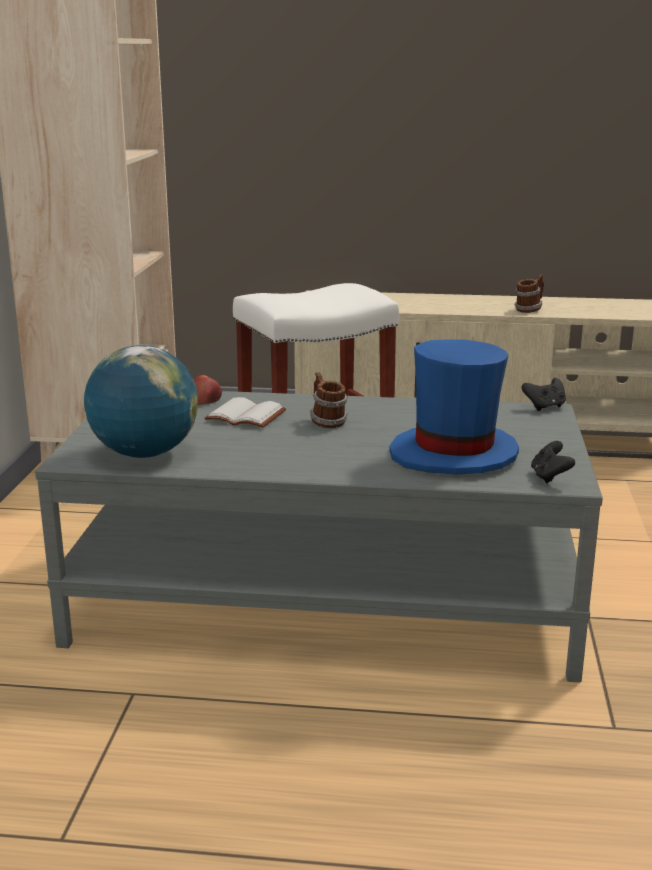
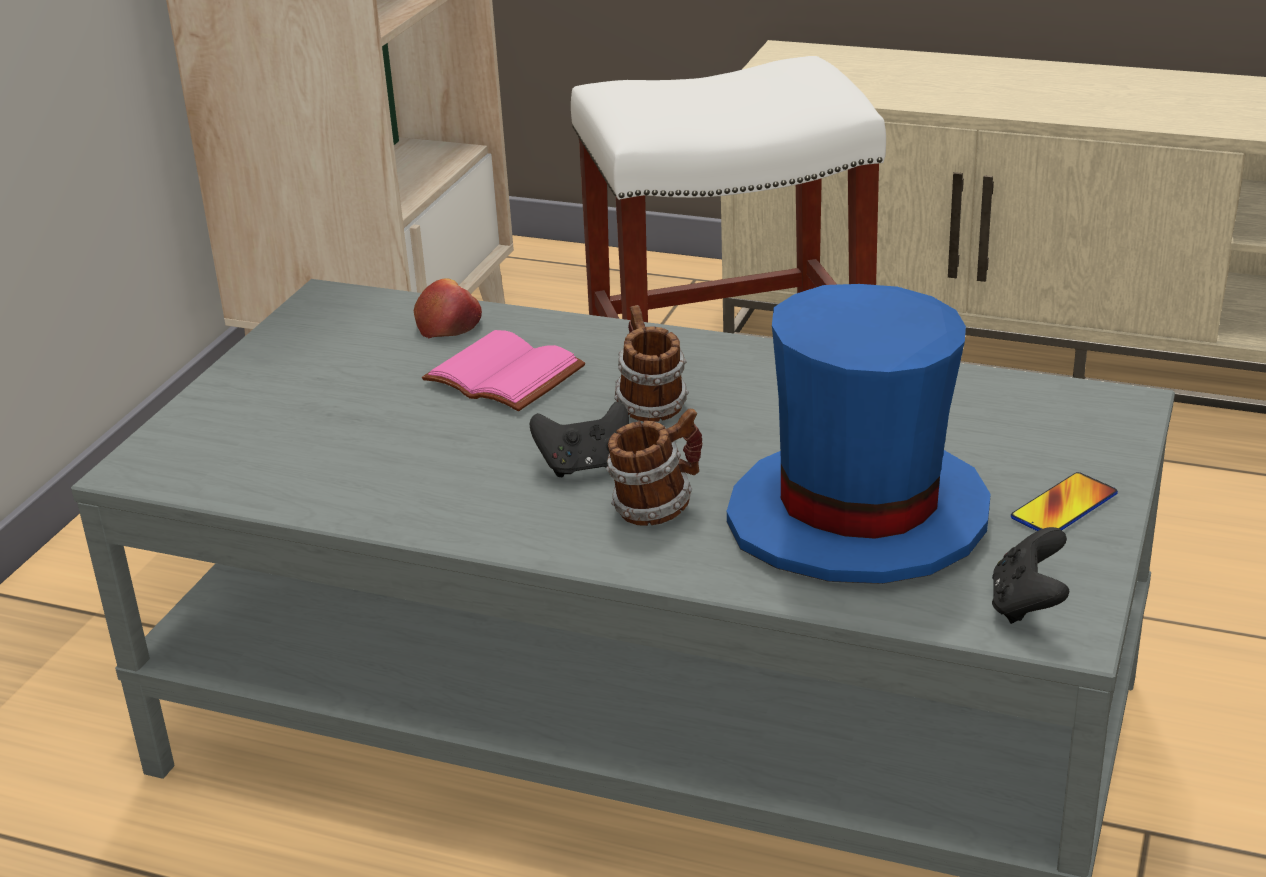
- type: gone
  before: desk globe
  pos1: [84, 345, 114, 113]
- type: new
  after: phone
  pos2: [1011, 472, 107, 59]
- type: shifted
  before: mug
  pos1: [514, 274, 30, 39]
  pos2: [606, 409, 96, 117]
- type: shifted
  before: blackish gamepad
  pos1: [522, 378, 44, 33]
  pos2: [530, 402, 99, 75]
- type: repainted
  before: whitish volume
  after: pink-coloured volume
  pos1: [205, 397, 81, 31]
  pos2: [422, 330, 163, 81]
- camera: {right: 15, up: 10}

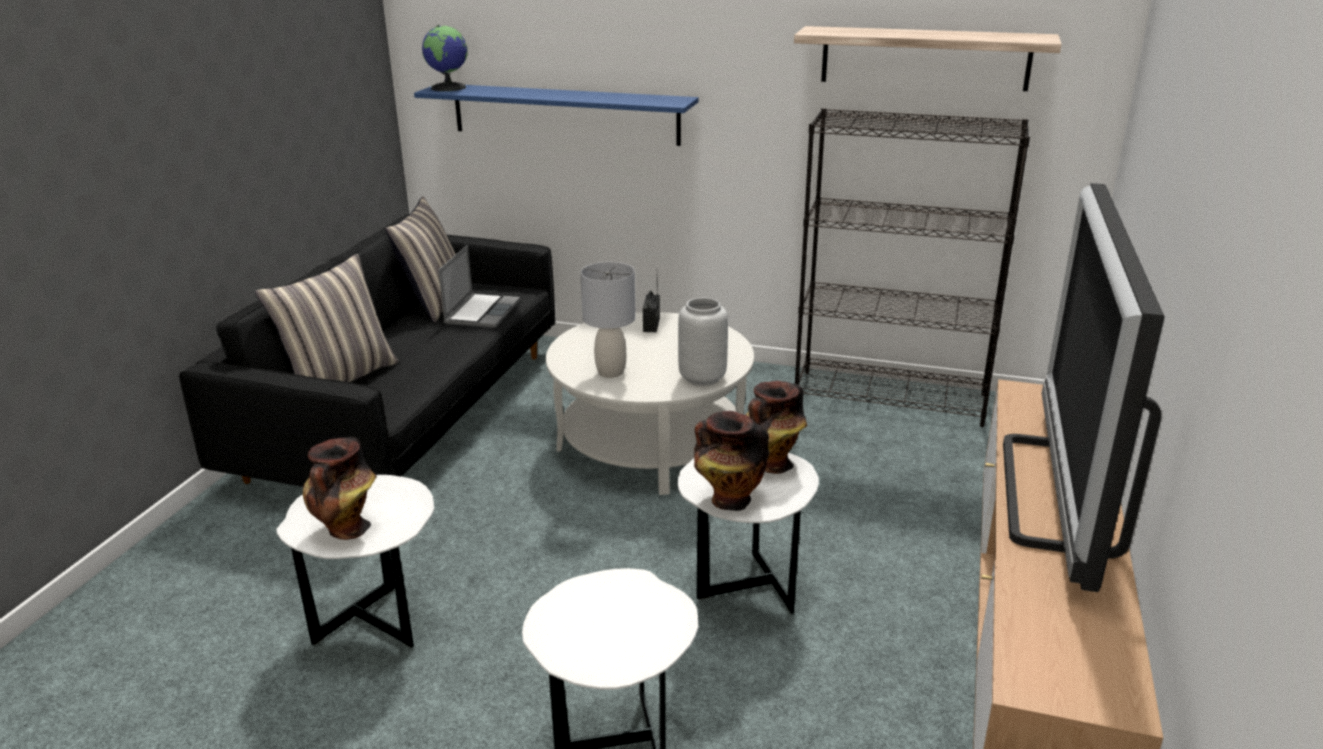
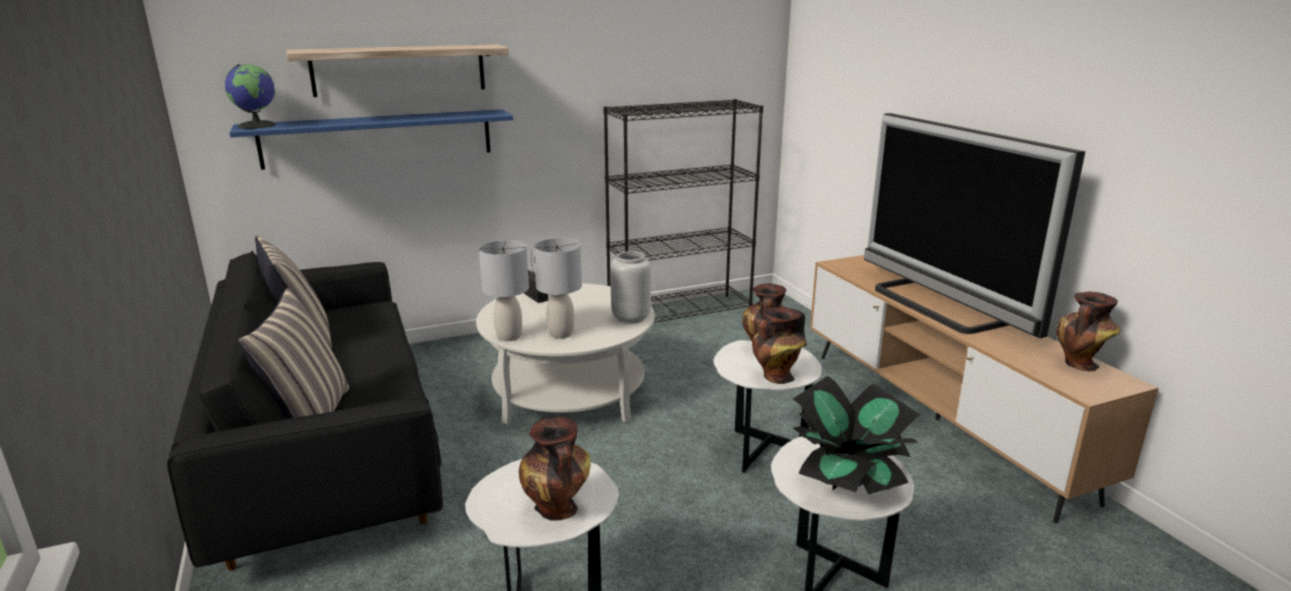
- type: gone
  before: laptop
  pos1: [438, 245, 82, 83]
- type: new
  after: grey table lamp
  pos2: [479, 240, 50, 101]
- type: new
  after: houseplant
  pos2: [793, 376, 127, 119]
- type: new
  after: flower vase
  pos2: [1057, 291, 64, 80]
- type: shifted
  before: wall shelf
  pos1: [794, 26, 268, 65]
  pos2: [286, 44, 223, 53]
- camera: {right: -40, up: -5}

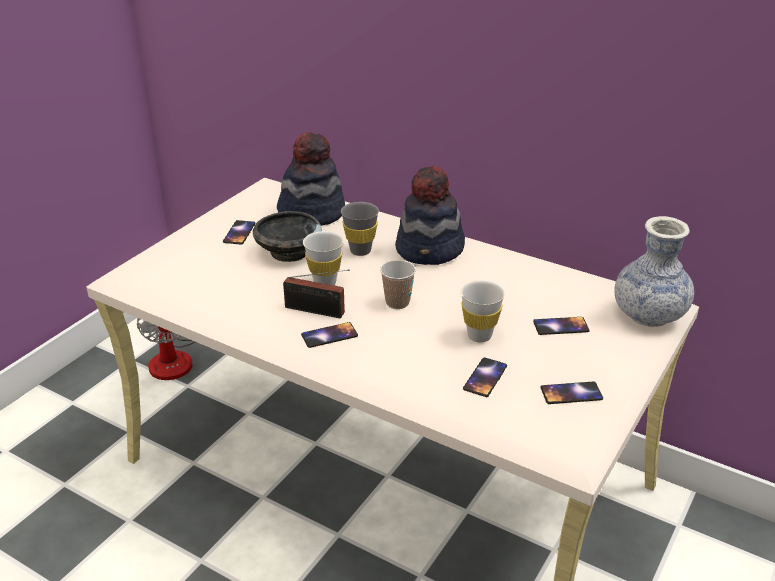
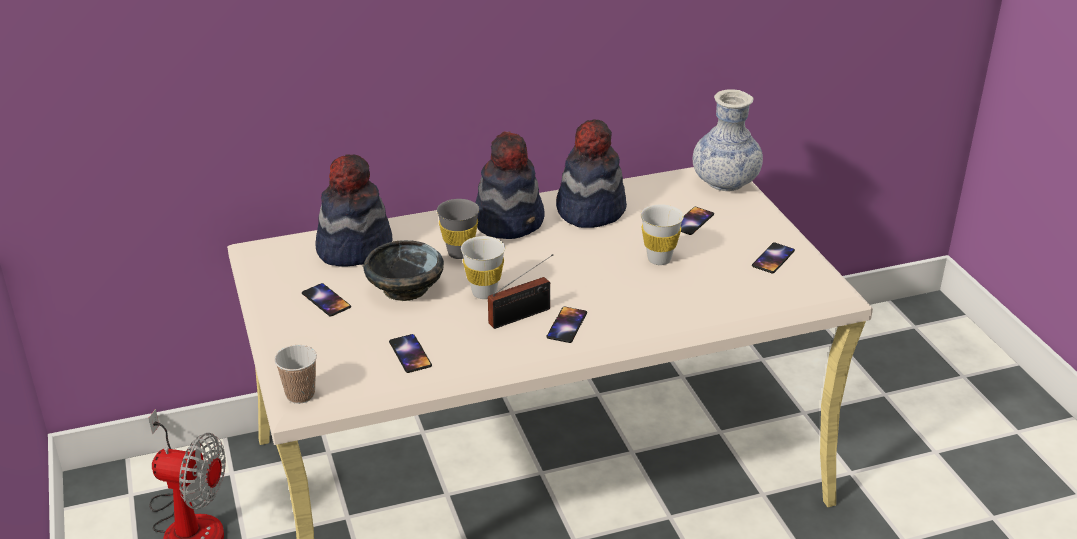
- type: new
  after: wearable hat
  pos2: [556, 120, 71, 108]
- type: shifted
  before: small cup
  pos1: [380, 260, 36, 49]
  pos2: [274, 345, 43, 59]
- type: shifted
  before: phone
  pos1: [463, 357, 44, 40]
  pos2: [389, 334, 43, 39]
- camera: {right: -50, up: 0}

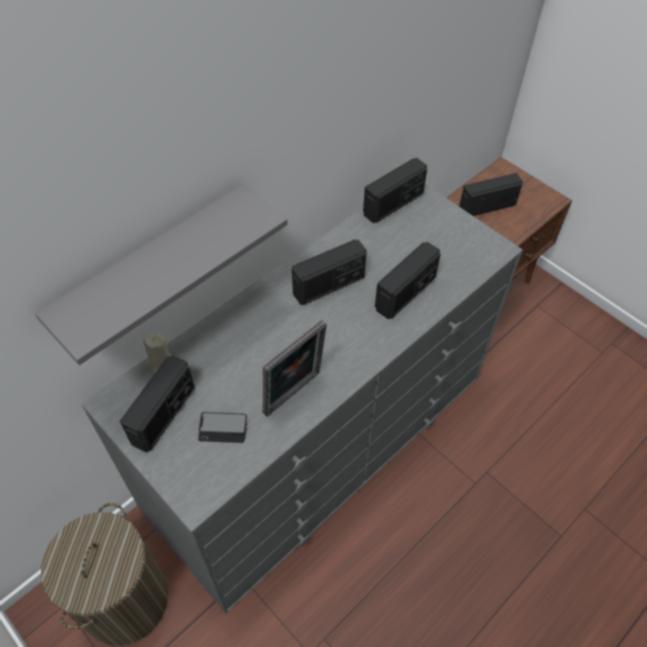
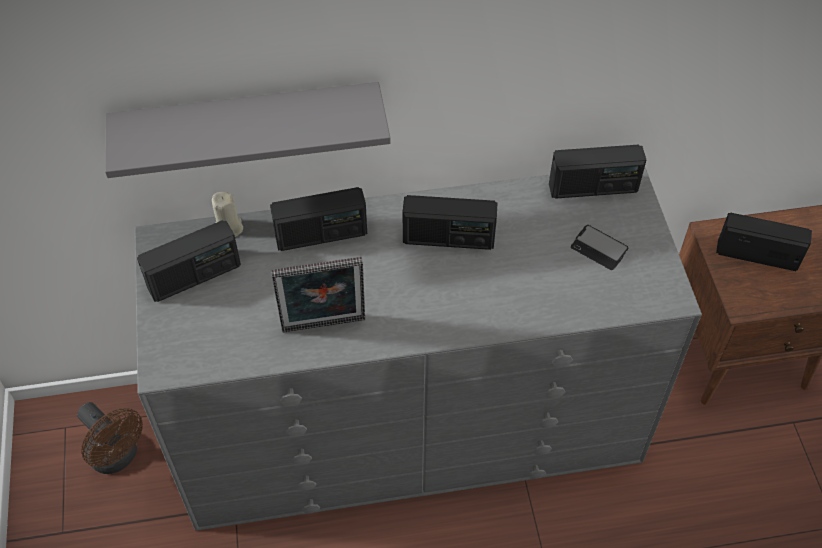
- type: shifted
  before: phone
  pos1: [198, 412, 49, 31]
  pos2: [571, 225, 57, 45]
- type: shifted
  before: radio set
  pos1: [375, 242, 66, 77]
  pos2: [270, 187, 97, 64]
- type: swapped
  before: laundry basket
  after: brown-coloured cooling fan
  pos1: [41, 503, 127, 143]
  pos2: [77, 402, 66, 72]
- camera: {right: 35, up: 0}

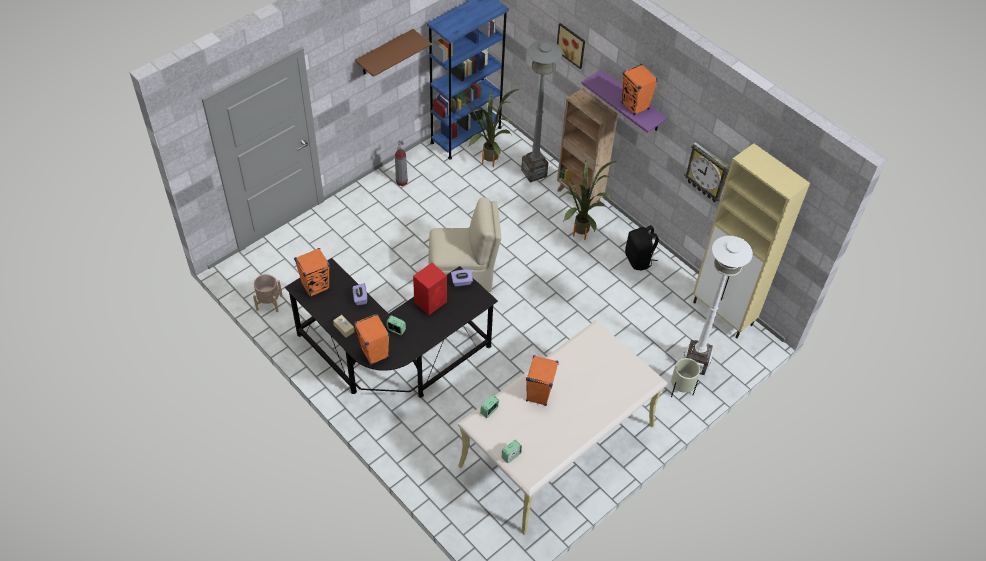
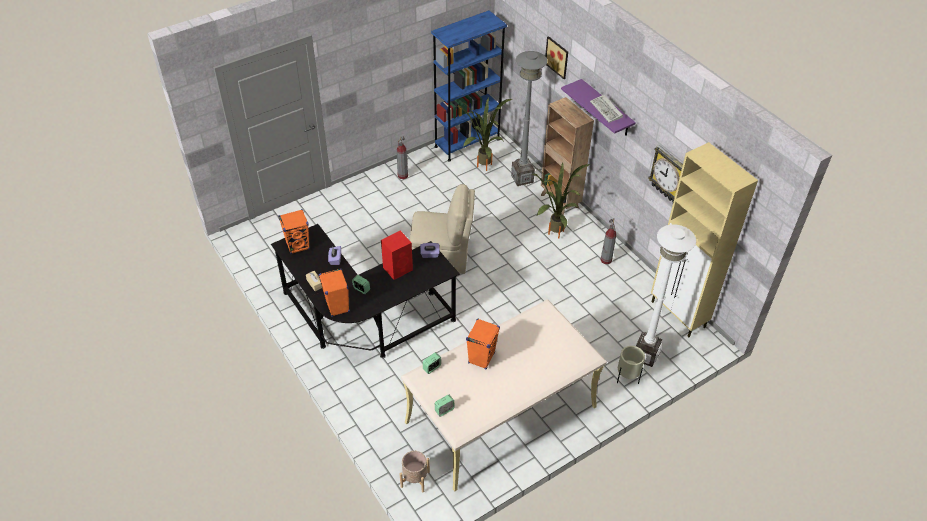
- type: gone
  before: brown-coloured wall shelf
  pos1: [355, 29, 77, 48]
- type: shifted
  before: beige plant pot
  pos1: [253, 274, 30, 38]
  pos2: [400, 451, 30, 41]
- type: swapped
  before: orangey audio speaker
  after: PC keyboard
  pos1: [621, 64, 37, 51]
  pos2: [590, 95, 33, 28]
- type: swapped
  before: blackish backpack
  after: extinguisher
  pos1: [625, 225, 34, 45]
  pos2: [601, 218, 15, 46]
- camera: {right: 10, up: -5}

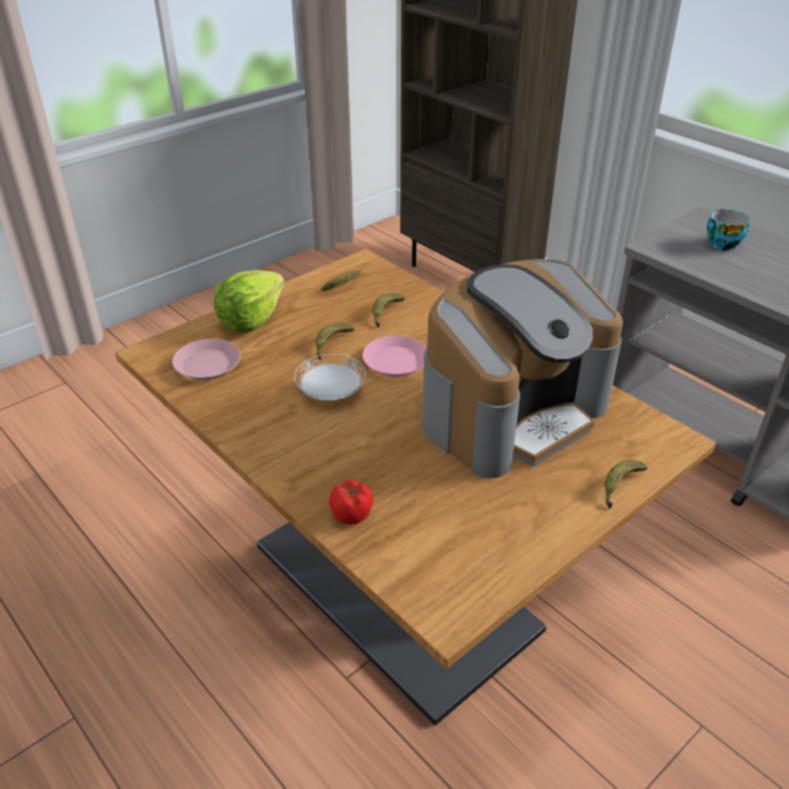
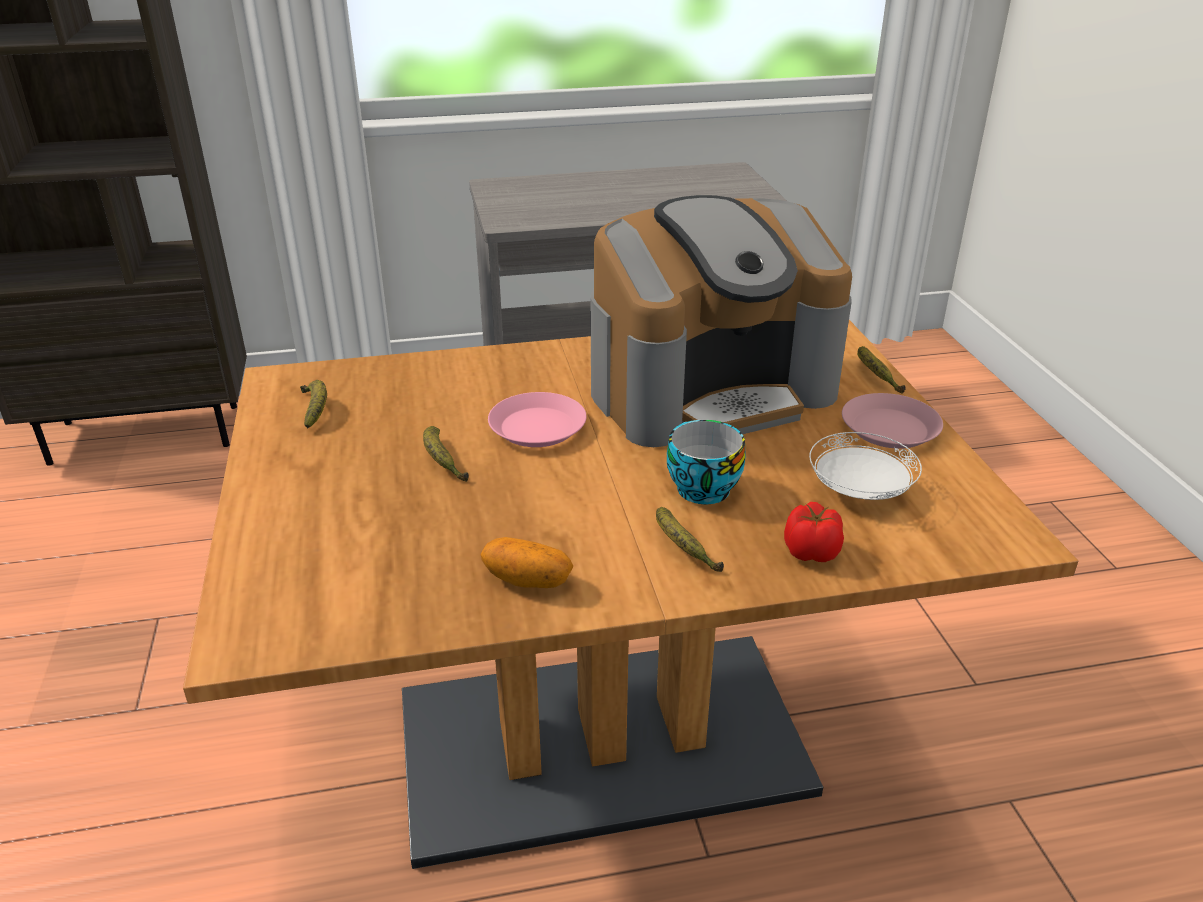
- type: gone
  before: lettuce
  pos1: [214, 270, 71, 63]
- type: new
  after: whole potato
  pos2: [481, 537, 92, 51]
- type: shifted
  before: pink-coloured dinner plate
  pos1: [172, 339, 69, 41]
  pos2: [842, 393, 101, 56]
- type: shifted
  before: whitish dinner plate
  pos1: [294, 354, 72, 47]
  pos2: [809, 432, 113, 68]
- type: shifted
  before: whole banana
  pos1: [373, 293, 32, 35]
  pos2: [656, 507, 68, 65]
- type: shifted
  before: small cup
  pos1: [707, 209, 43, 42]
  pos2: [667, 420, 79, 84]
- type: rotated
  before: coffee brewer
  pos1: [422, 259, 201, 219]
  pos2: [590, 195, 262, 252]
  turn: 75
- camera: {right: -60, up: -5}

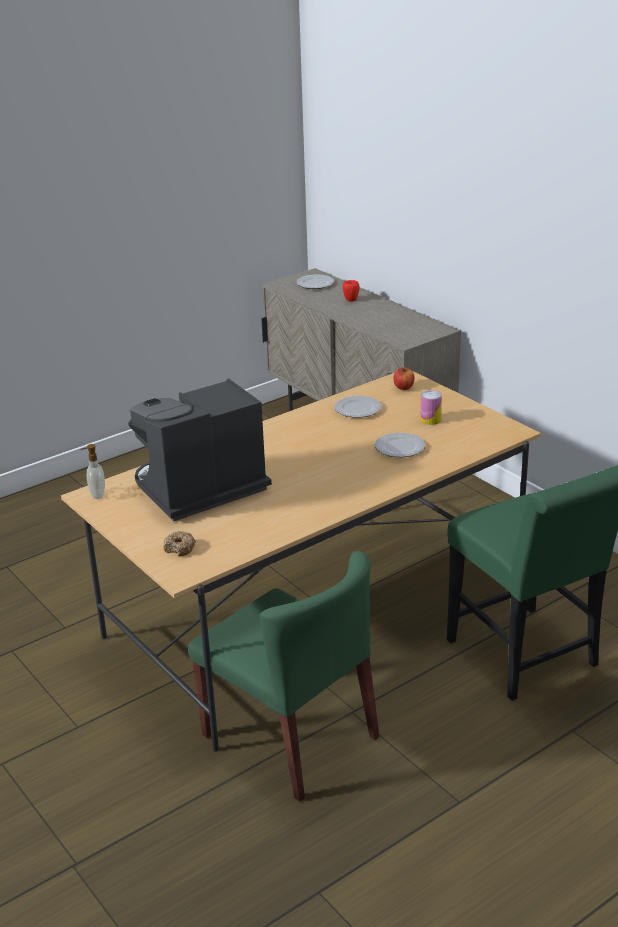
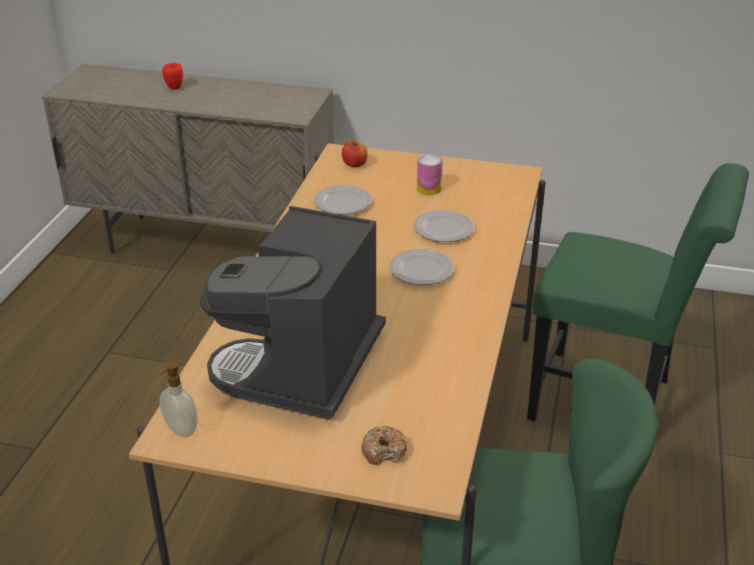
- type: shifted
  before: dinner plate
  pos1: [296, 275, 38, 14]
  pos2: [390, 249, 64, 36]
- camera: {right: -40, up: 5}

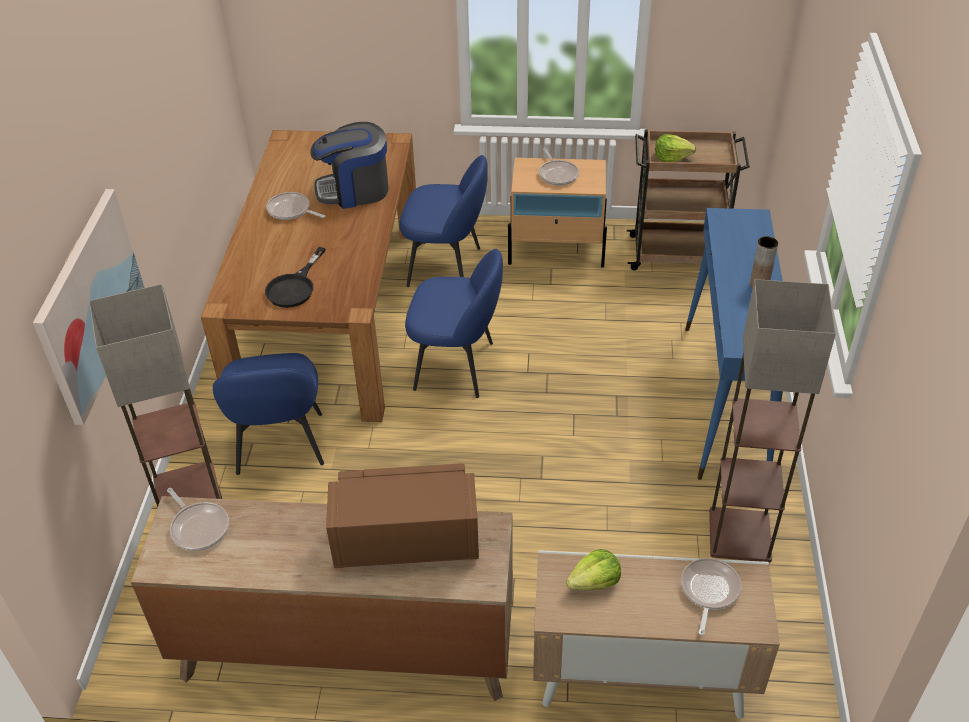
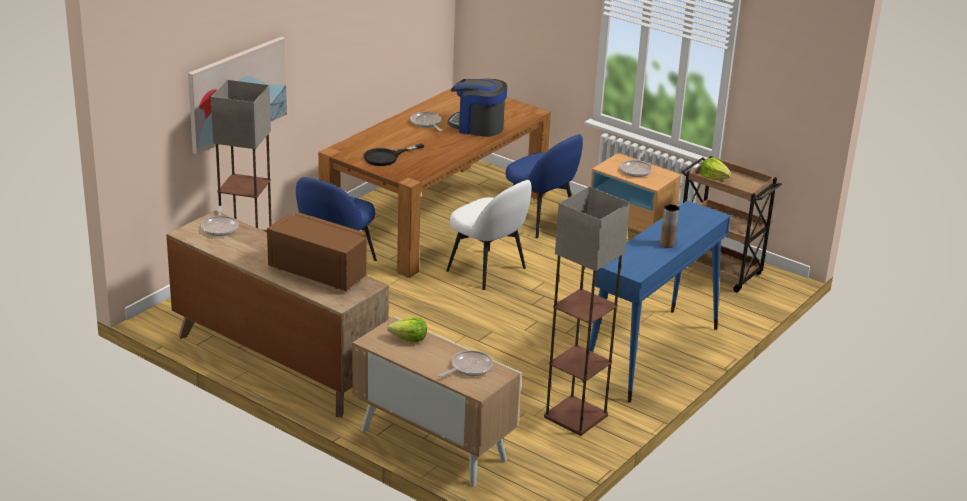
- type: repainted
  before: bluish chair
  after: whitish chair
  pos1: [405, 249, 98, 149]
  pos2: [446, 180, 85, 110]
- camera: {right: 30, up: -15}

